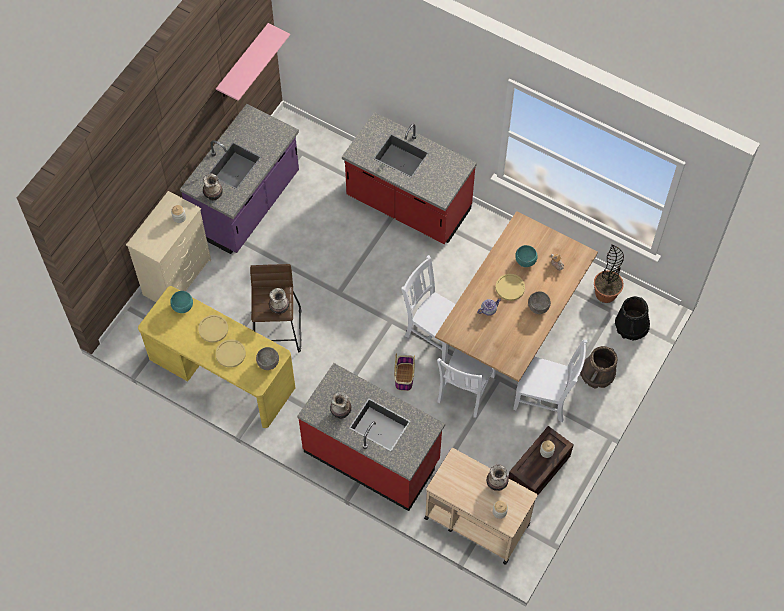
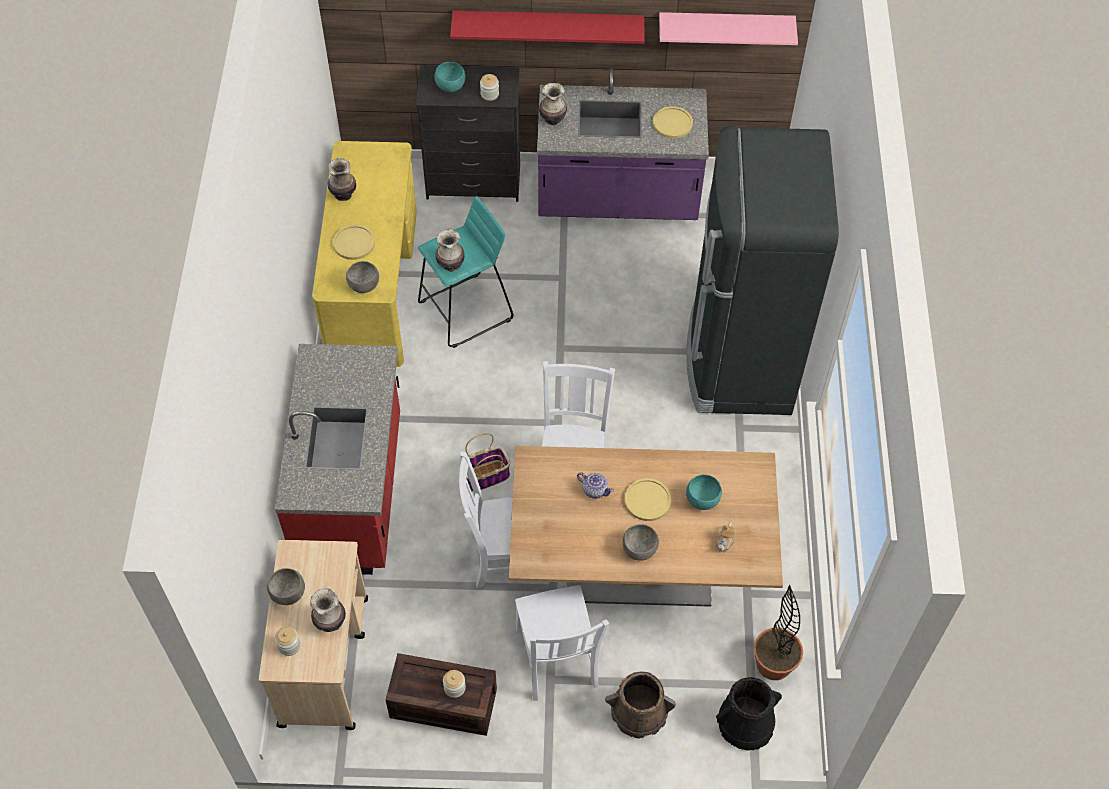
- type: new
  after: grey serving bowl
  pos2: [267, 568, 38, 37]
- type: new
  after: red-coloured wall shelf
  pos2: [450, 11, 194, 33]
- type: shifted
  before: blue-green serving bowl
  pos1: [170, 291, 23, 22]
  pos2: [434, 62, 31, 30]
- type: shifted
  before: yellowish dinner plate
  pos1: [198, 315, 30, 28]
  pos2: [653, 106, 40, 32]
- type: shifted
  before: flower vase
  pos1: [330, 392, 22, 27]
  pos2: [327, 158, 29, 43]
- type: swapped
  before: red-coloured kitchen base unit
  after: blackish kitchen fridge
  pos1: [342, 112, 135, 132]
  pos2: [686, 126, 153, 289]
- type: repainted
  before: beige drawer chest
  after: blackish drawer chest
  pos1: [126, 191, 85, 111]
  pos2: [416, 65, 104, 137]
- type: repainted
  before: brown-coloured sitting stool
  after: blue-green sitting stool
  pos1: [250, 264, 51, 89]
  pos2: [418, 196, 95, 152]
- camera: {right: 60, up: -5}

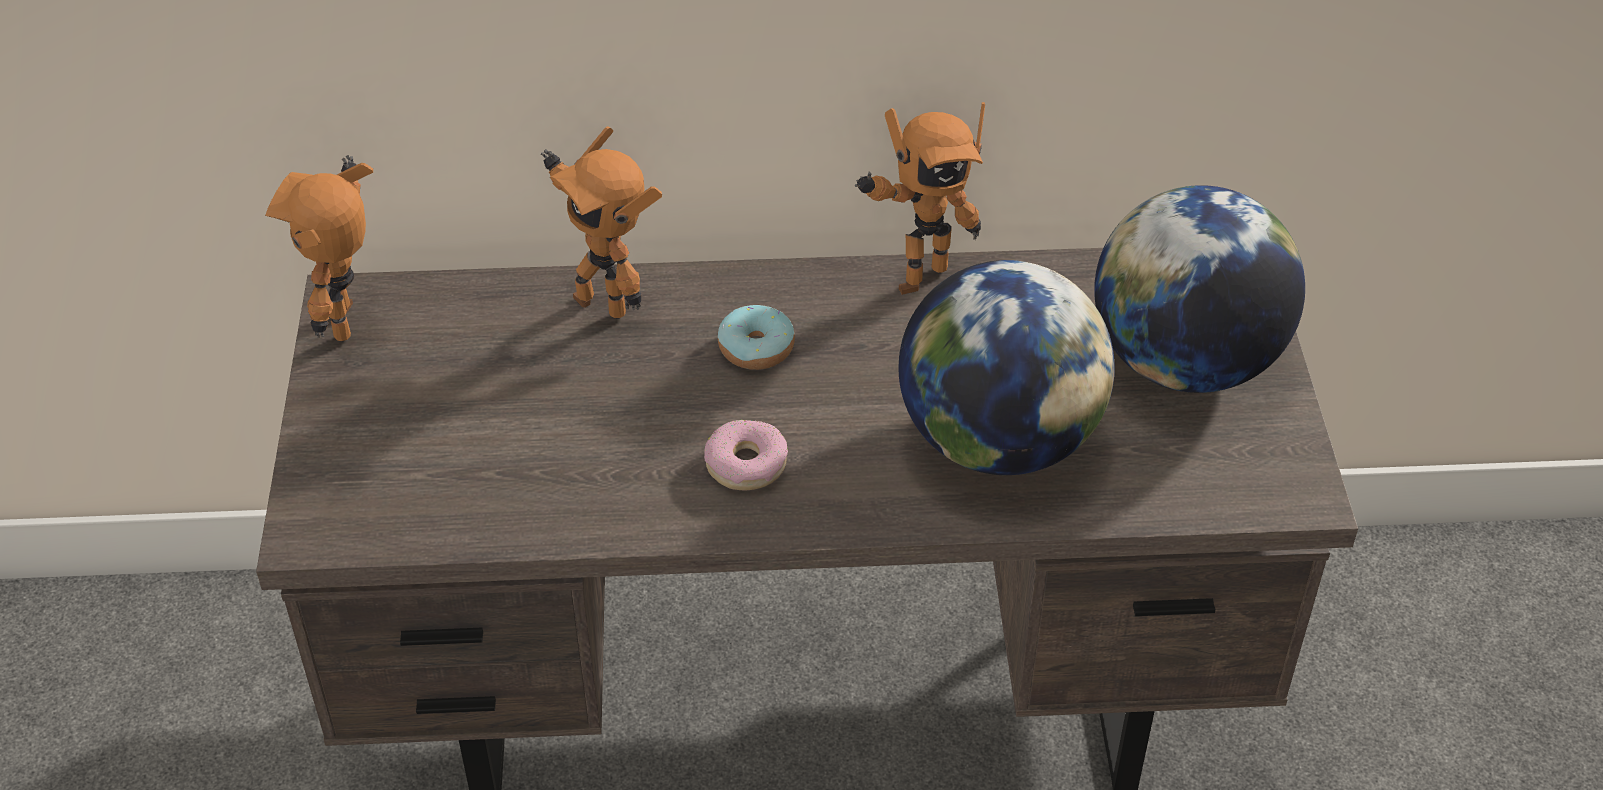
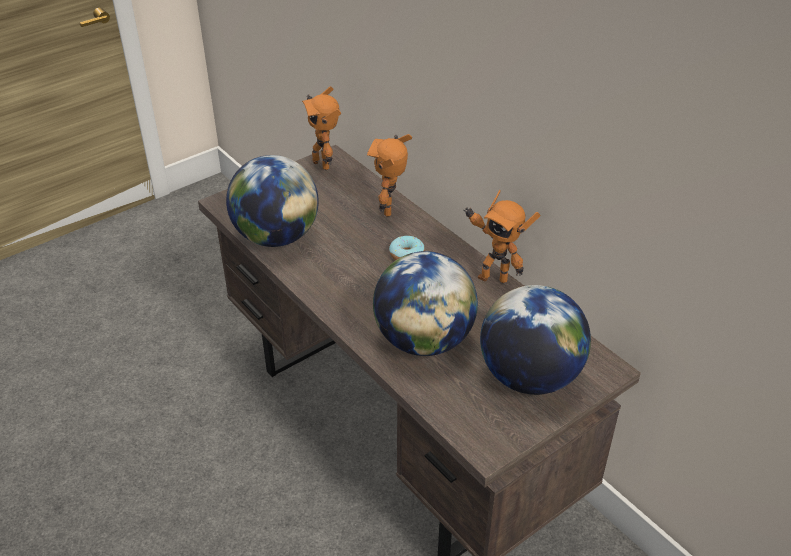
- type: gone
  before: ring doughnut
  pos1: [704, 420, 84, 71]
- type: new
  after: desk globe
  pos2: [226, 155, 93, 92]
- type: rotated
  before: robot figure
  pos1: [265, 155, 108, 186]
  pos2: [302, 86, 39, 84]
  turn: -90
- camera: {right: 55, up: -5}

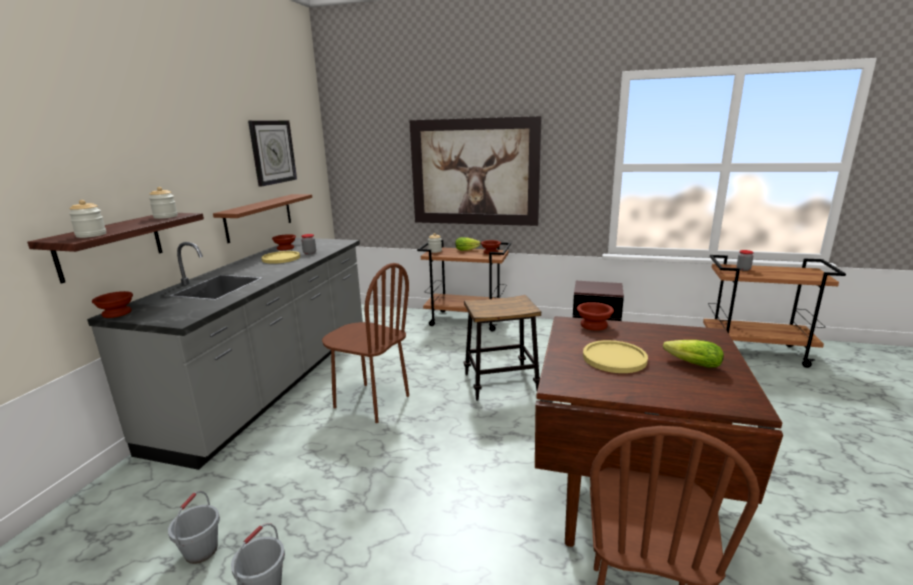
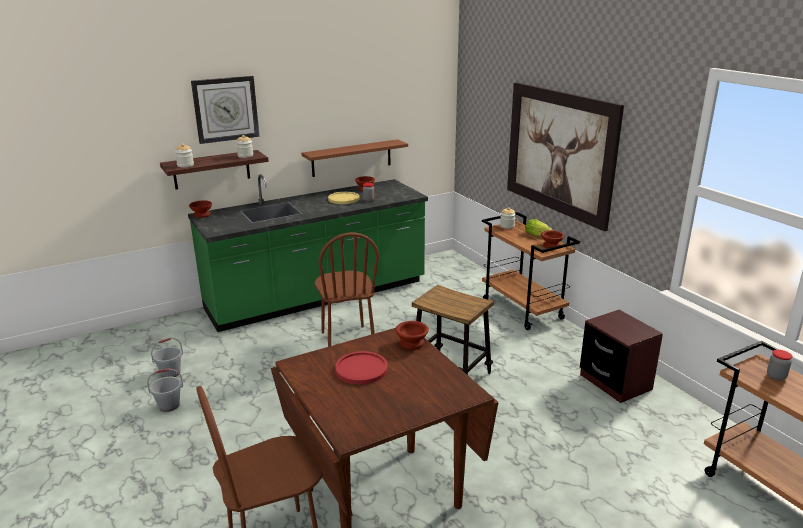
- type: gone
  before: lettuce
  pos1: [663, 340, 61, 28]
- type: shifted
  before: clock on the wall
  pos1: [248, 120, 49, 66]
  pos2: [191, 76, 69, 68]
- type: repainted
  before: grey kitchen base unit
  after: green kitchen base unit
  pos1: [87, 238, 276, 232]
  pos2: [188, 174, 240, 158]
- type: repainted
  before: yellowish dinner plate
  after: red-coloured dinner plate
  pos1: [583, 340, 65, 33]
  pos2: [335, 351, 53, 33]
- camera: {right: 45, up: 5}

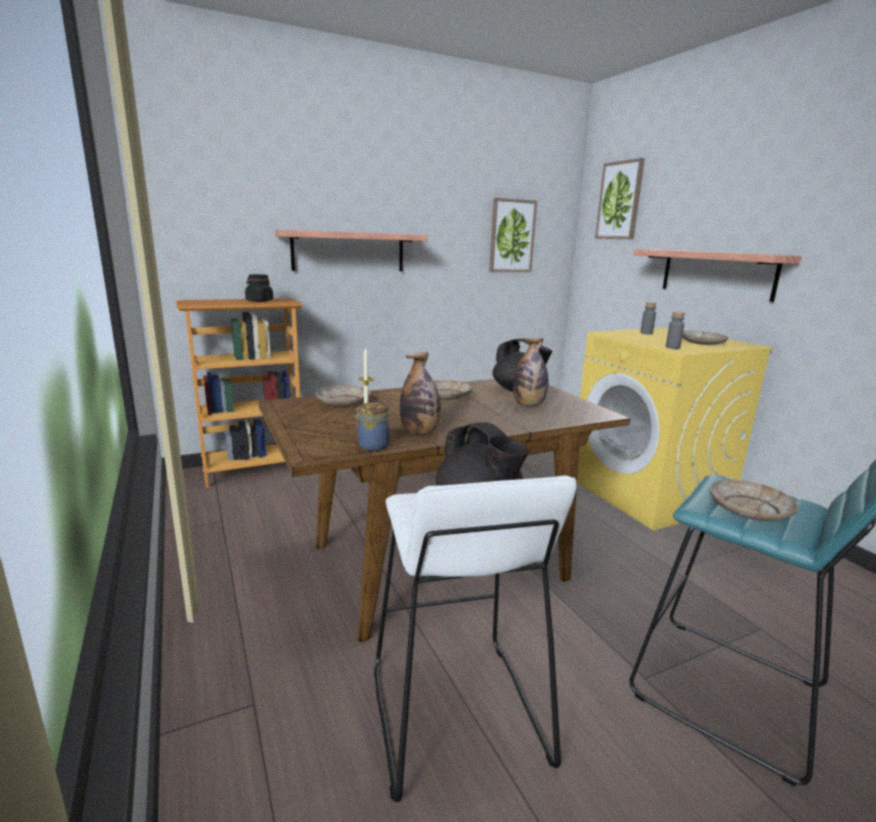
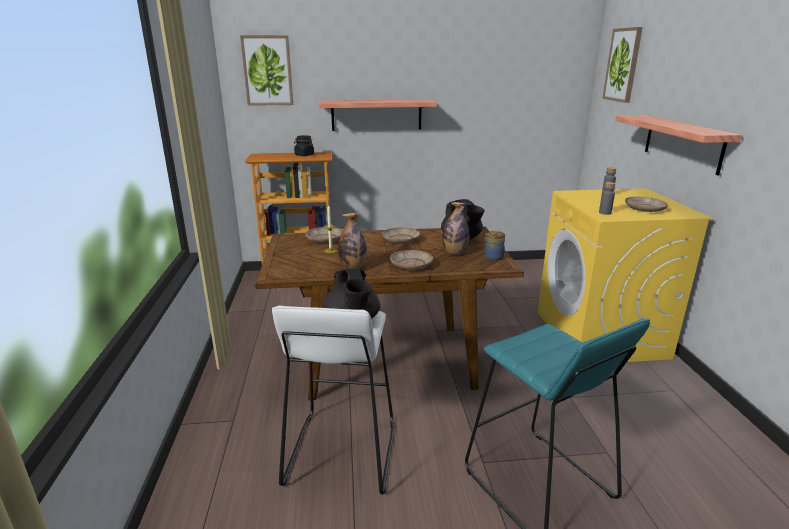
- type: shifted
  before: preserve jar
  pos1: [355, 402, 35, 49]
  pos2: [483, 231, 22, 30]
- type: shifted
  before: wall picture
  pos1: [489, 198, 48, 74]
  pos2: [240, 35, 53, 71]
- type: shifted
  before: beige dinner plate
  pos1: [710, 480, 88, 41]
  pos2: [390, 250, 43, 20]
- camera: {right: 20, up: 5}

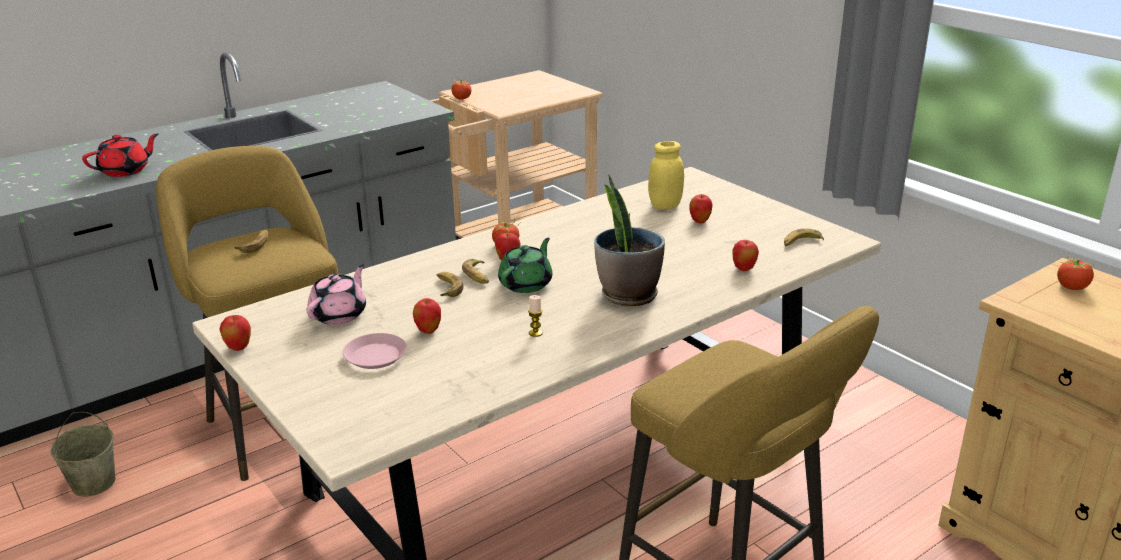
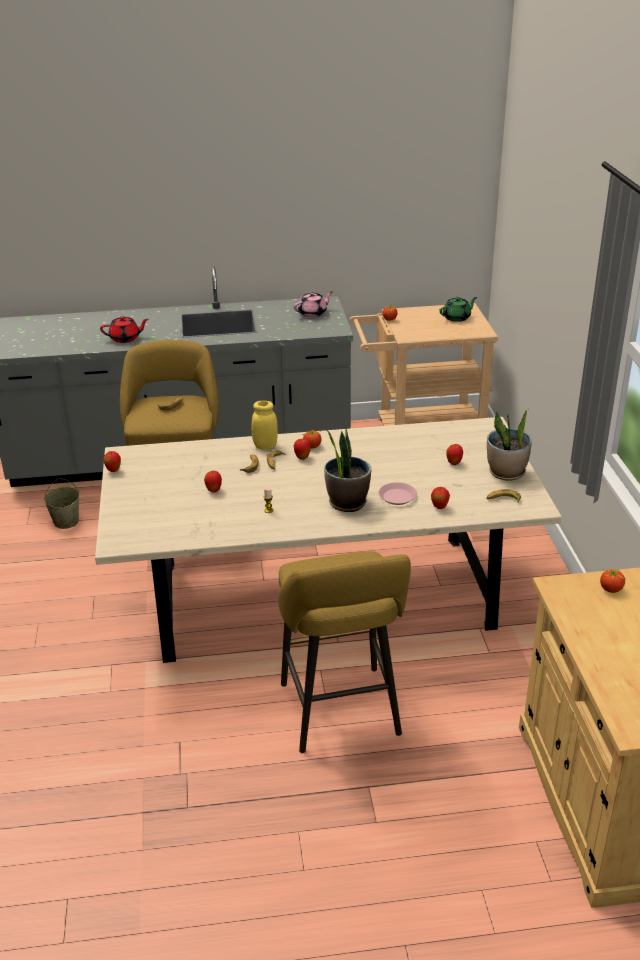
- type: new
  after: houseplant
  pos2: [487, 408, 45, 73]
- type: shifted
  before: pink-coloured teapot
  pos1: [307, 264, 59, 61]
  pos2: [294, 291, 39, 27]
- type: shifted
  before: pink-coloured dinner plate
  pos1: [343, 333, 64, 36]
  pos2: [378, 482, 39, 23]
- type: shifted
  before: green teapot
  pos1: [498, 238, 54, 55]
  pos2: [440, 297, 37, 25]
- type: shifted
  before: yellowish preserve jar
  pos1: [648, 141, 36, 68]
  pos2: [251, 401, 27, 49]
- camera: {right: 30, up: 5}

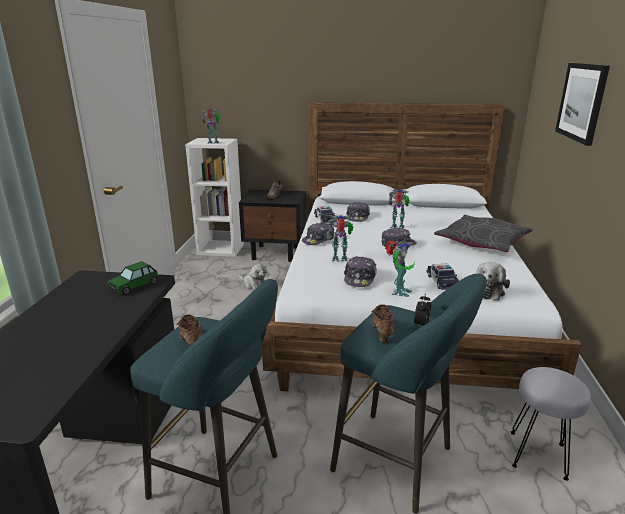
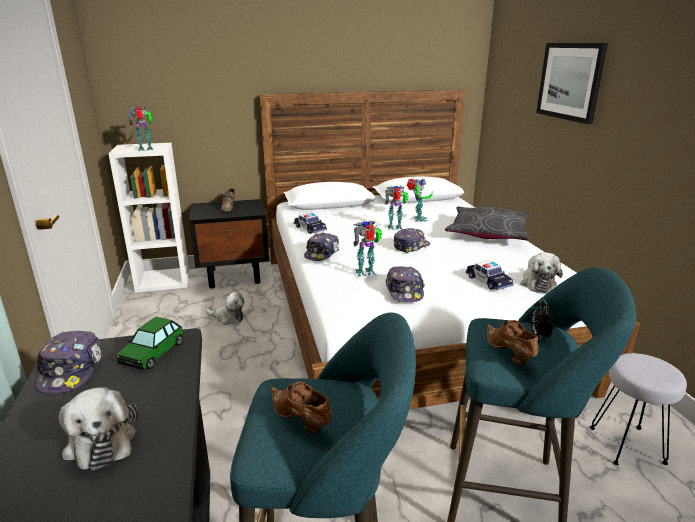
- type: new
  after: cuddly toy
  pos2: [59, 387, 79, 84]
- type: shifted
  before: peaked cap
  pos1: [346, 202, 24, 20]
  pos2: [35, 331, 68, 63]
- type: shifted
  before: robot figure
  pos1: [385, 240, 30, 57]
  pos2: [407, 178, 25, 44]
- camera: {right: -20, up: 0}

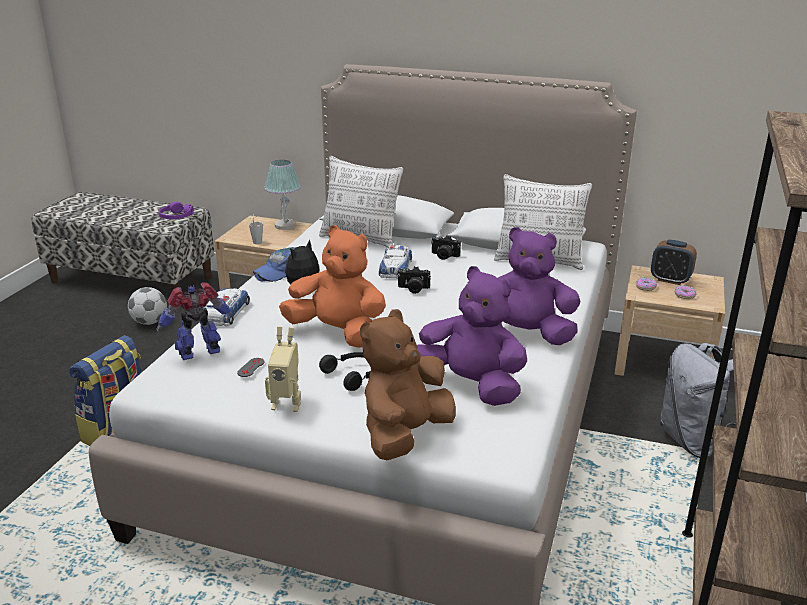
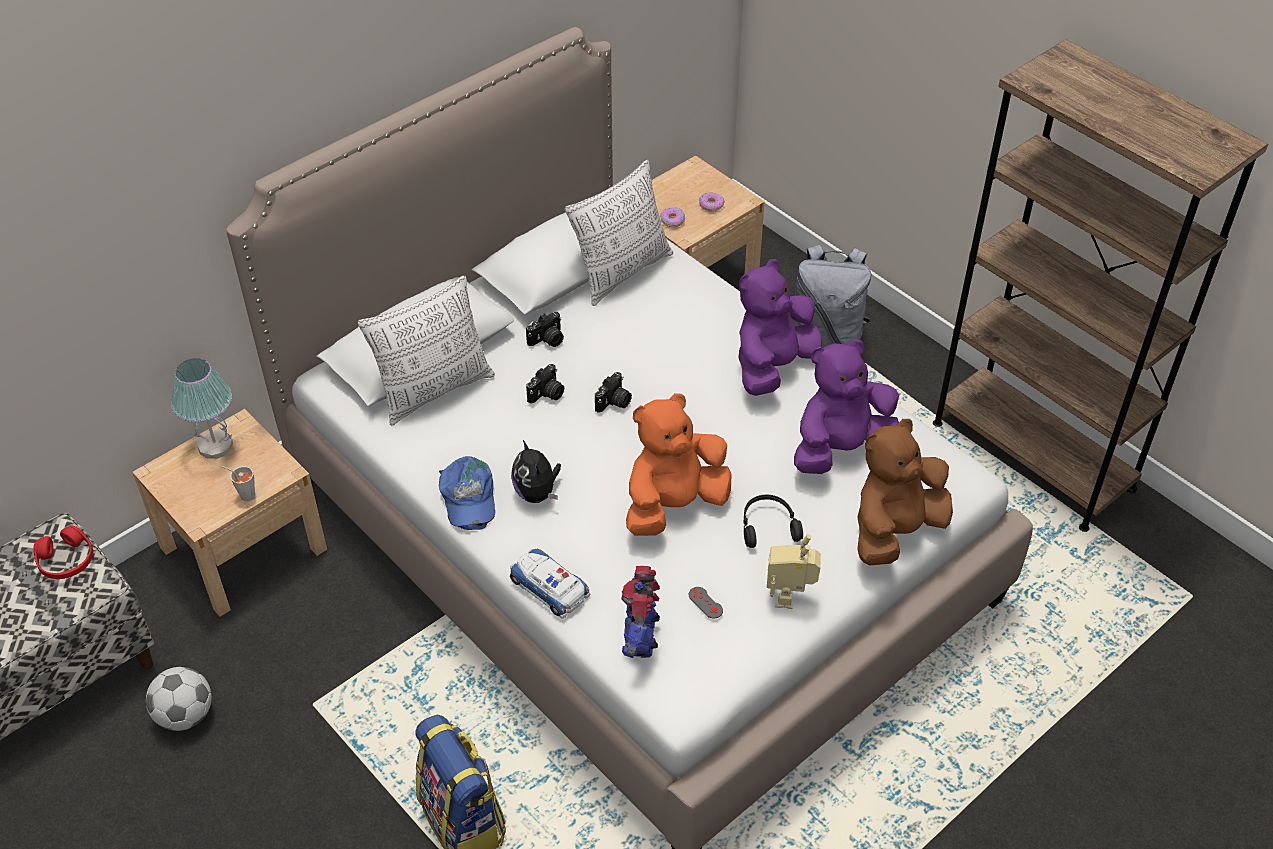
- type: gone
  before: table clock
  pos1: [651, 240, 46, 45]
- type: swapped
  before: model car
  after: photo camera
  pos1: [379, 245, 33, 34]
  pos2: [526, 364, 38, 40]
- type: repainted
  before: purple pair of headphones
  after: red-coloured pair of headphones
  pos1: [159, 202, 35, 17]
  pos2: [33, 526, 60, 53]
- type: rotated
  before: robot figure
  pos1: [265, 326, 36, 86]
  pos2: [767, 534, 54, 75]
  turn: 150
- type: rotated
  before: brown-coloured cuddly toy
  pos1: [360, 309, 96, 151]
  pos2: [857, 419, 96, 147]
  turn: 75
- camera: {right: -60, up: 20}

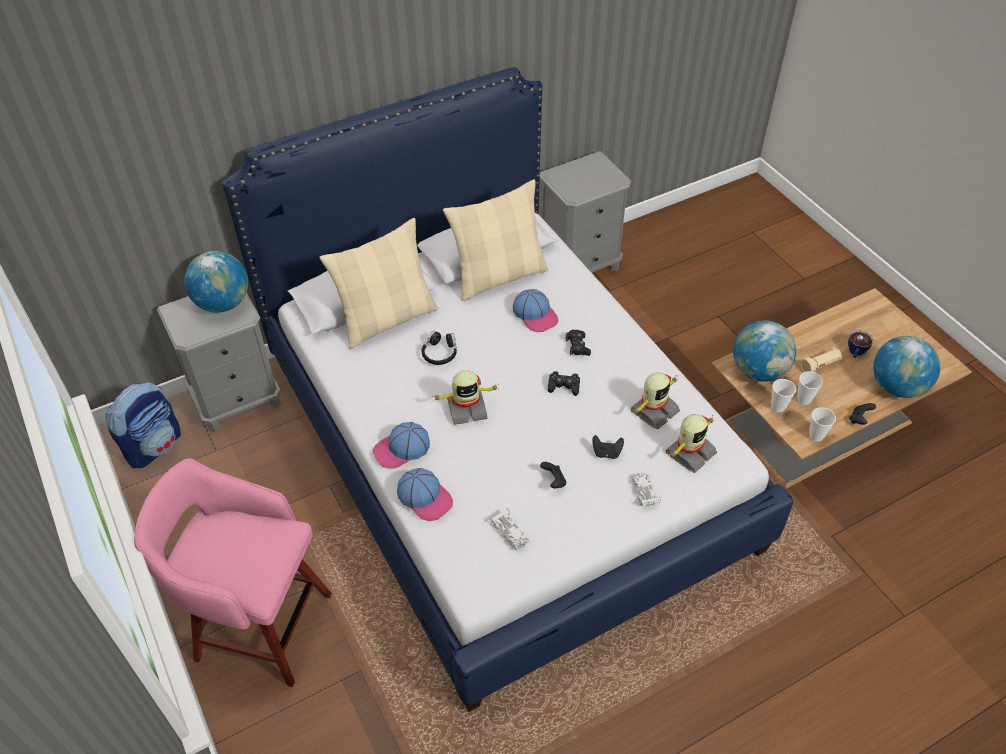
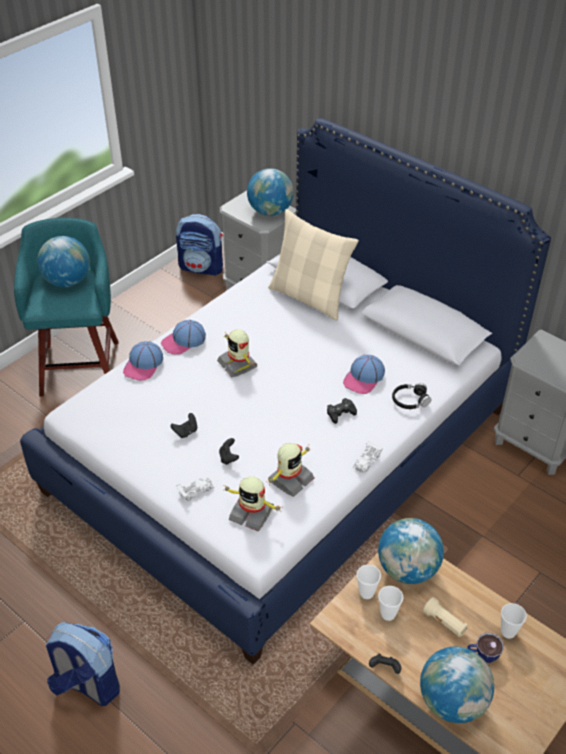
- type: gone
  before: beige cushion
  pos1: [443, 179, 106, 122]
- type: gone
  before: blackish gamepad
  pos1: [548, 371, 32, 25]
- type: new
  after: desk globe
  pos2: [37, 236, 53, 51]
- type: new
  after: backpack
  pos2: [46, 622, 74, 84]
- type: shifted
  before: blackish pair of headphones
  pos1: [421, 331, 36, 34]
  pos2: [392, 383, 39, 26]
- type: shifted
  before: whitish model car
  pos1: [491, 509, 38, 41]
  pos2: [353, 441, 30, 33]
- type: shifted
  before: small cup
  pos1: [809, 407, 27, 35]
  pos2: [501, 603, 26, 36]
- type: repainted
  before: pink-coloured sitting stool
  after: blue-green sitting stool
  pos1: [134, 458, 198, 229]
  pos2: [14, 218, 105, 179]
- type: rotated
  before: peaked cap
  pos1: [372, 422, 58, 47]
  pos2: [161, 320, 45, 35]
  turn: -75
- type: rotated
  before: robot figure
  pos1: [630, 372, 50, 57]
  pos2: [266, 443, 48, 54]
  turn: -75
- camera: {right: 70, up: -5}

